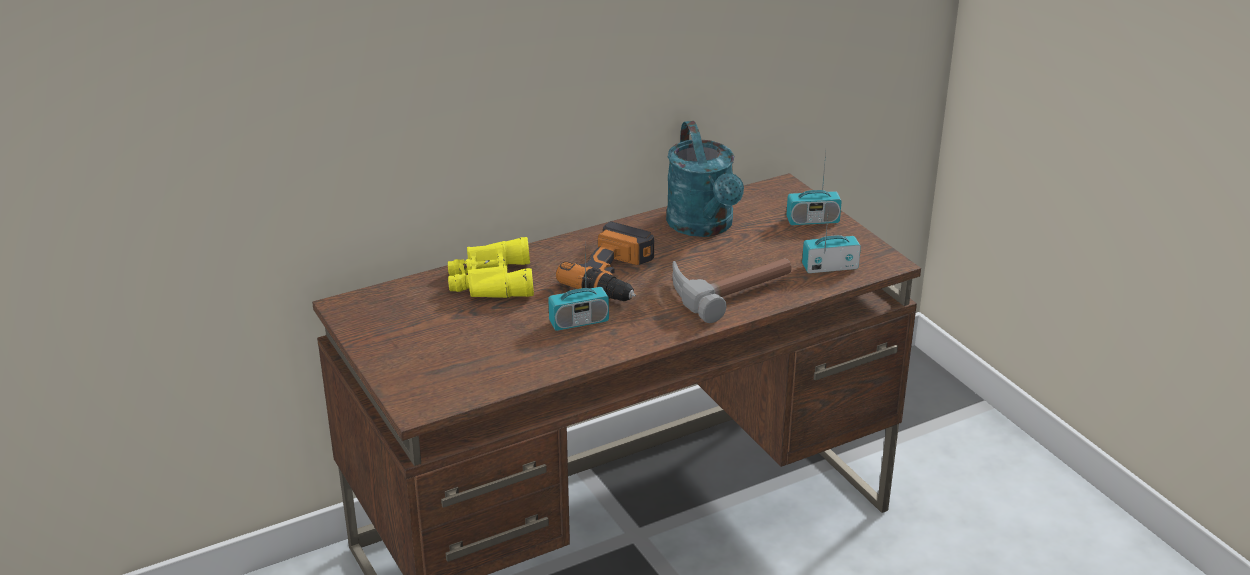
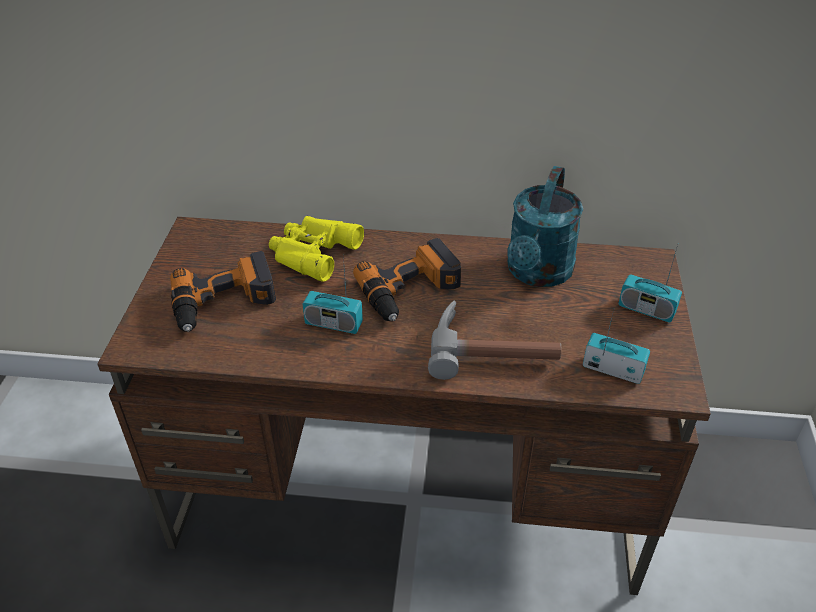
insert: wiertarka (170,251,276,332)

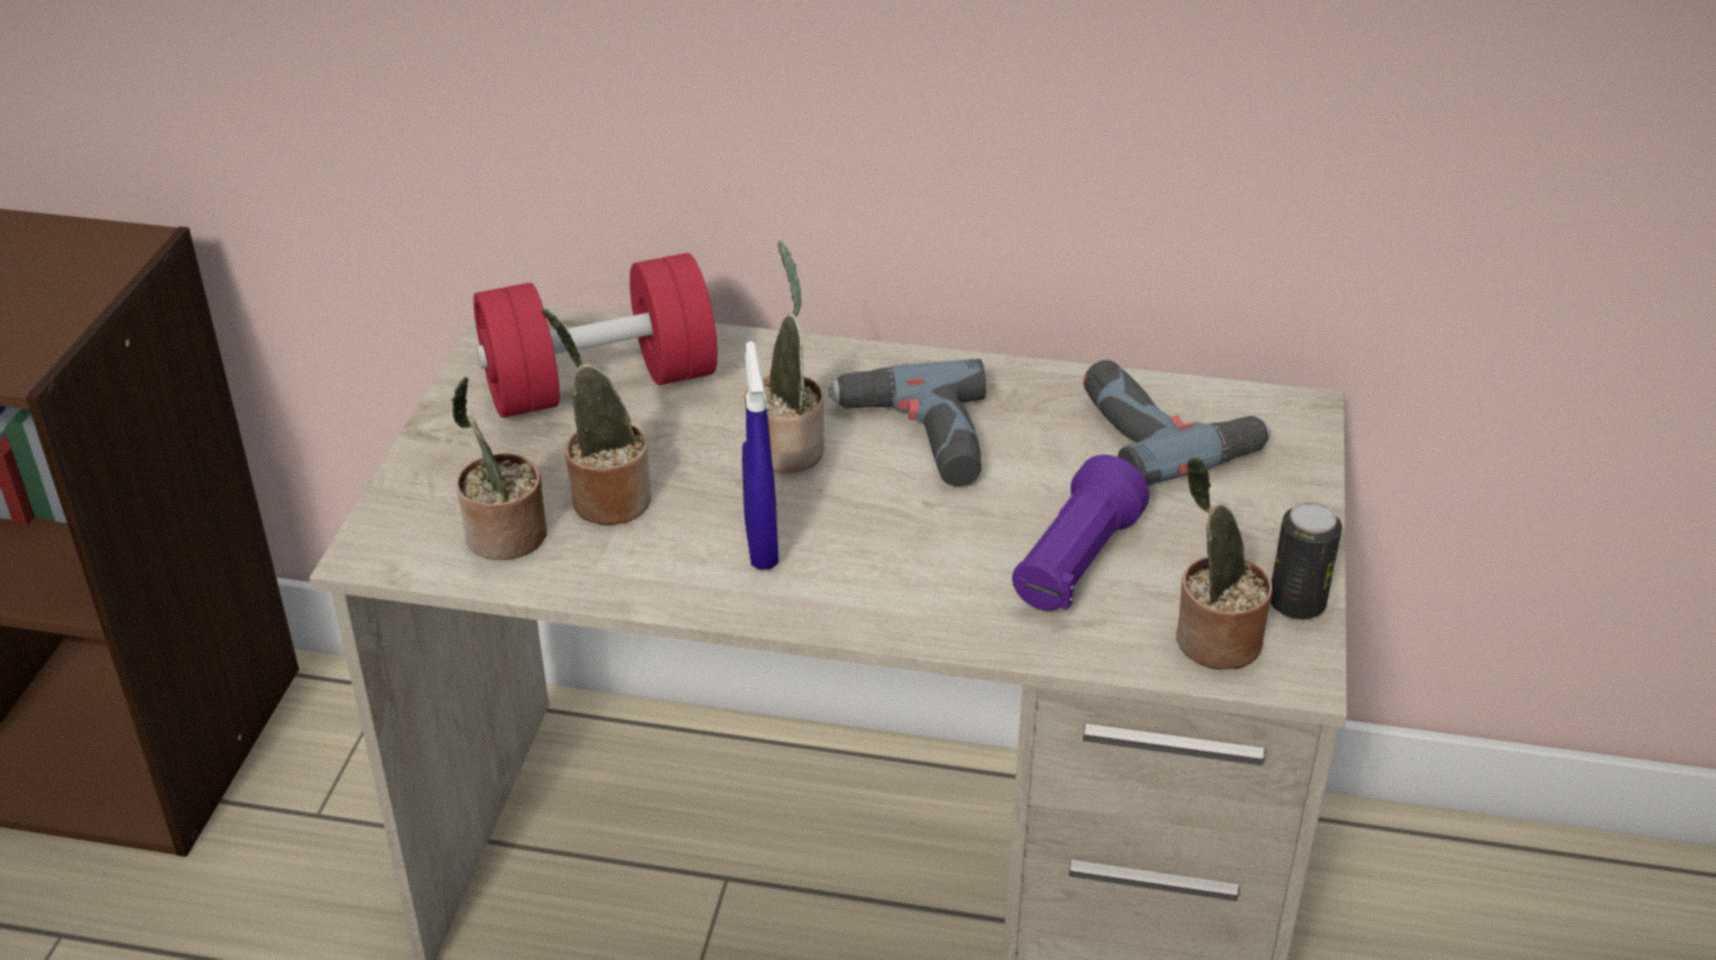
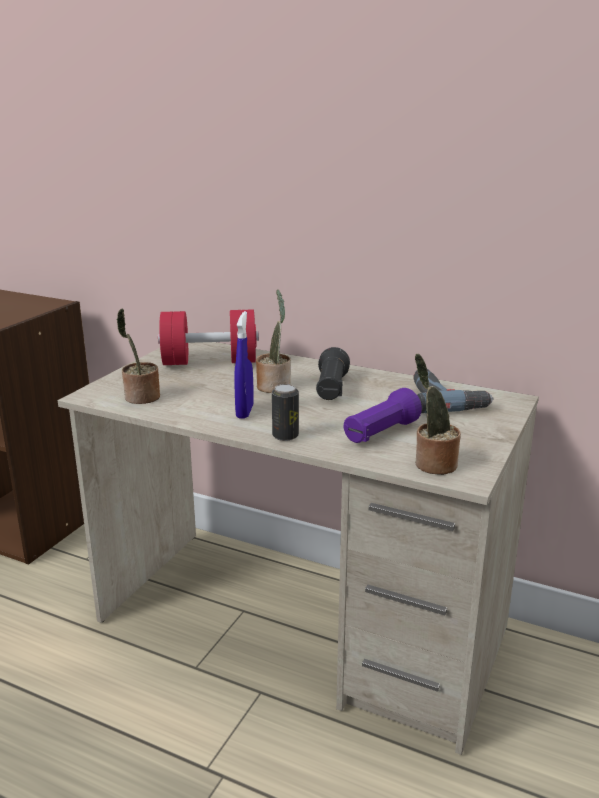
delete: roślina doniczkowa (542,309,651,525)
move: puszka (1270,502,1342,620) to (272,384,299,441)
replace: wiertarka (828,359,986,486) to latarka [czarny] (316,347,350,400)

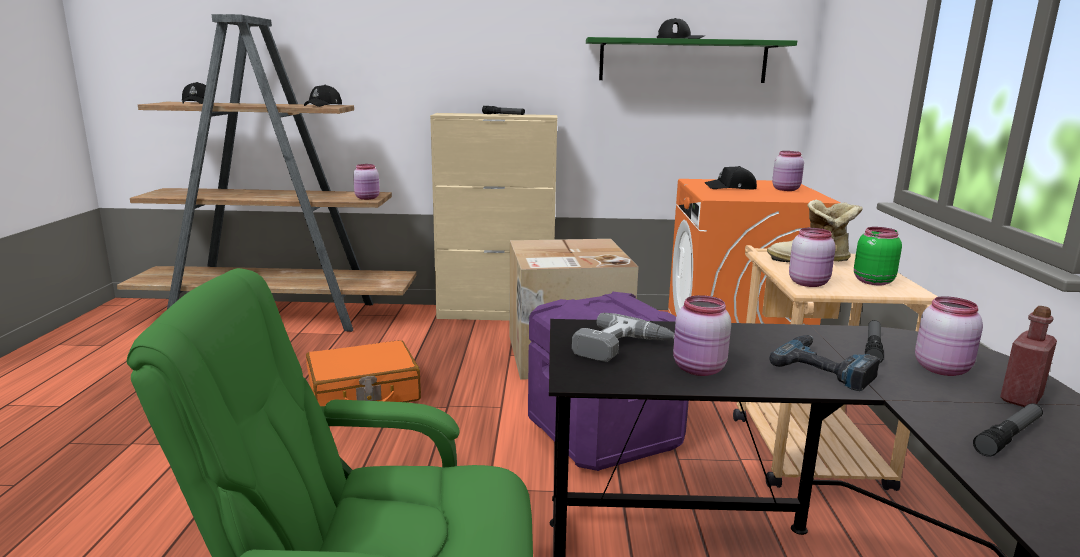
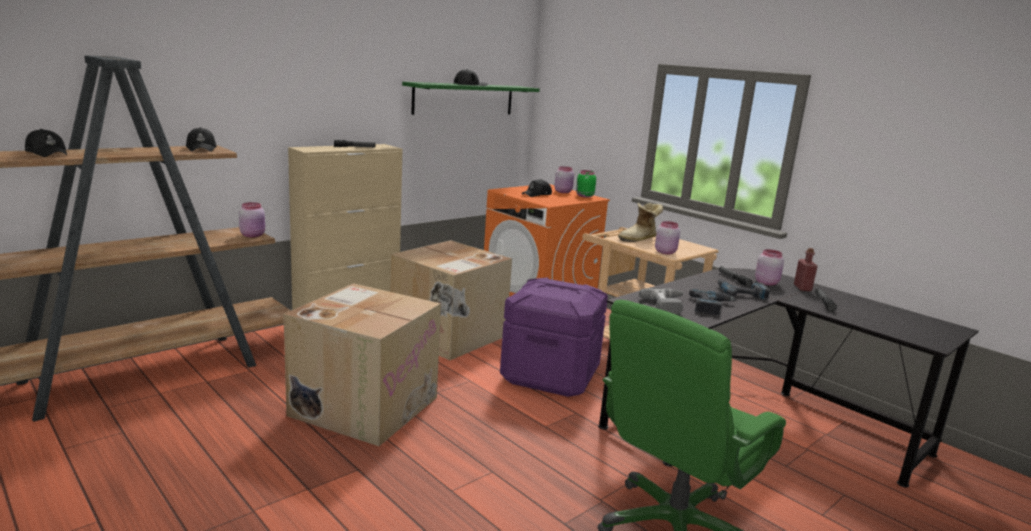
move: słoik [zielony] (854,227,902,285) to (576,170,596,198)
replace: walizka [pomarańczowy] (306,340,421,406) to karton (283,283,441,446); słoik [różowy] (673,295,731,376) to wiertarka (689,289,735,315)

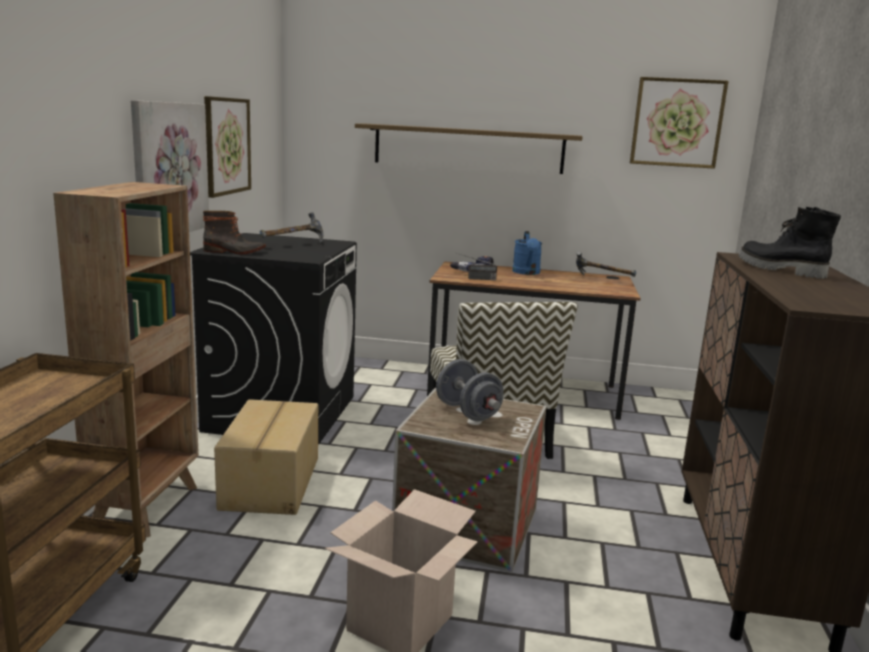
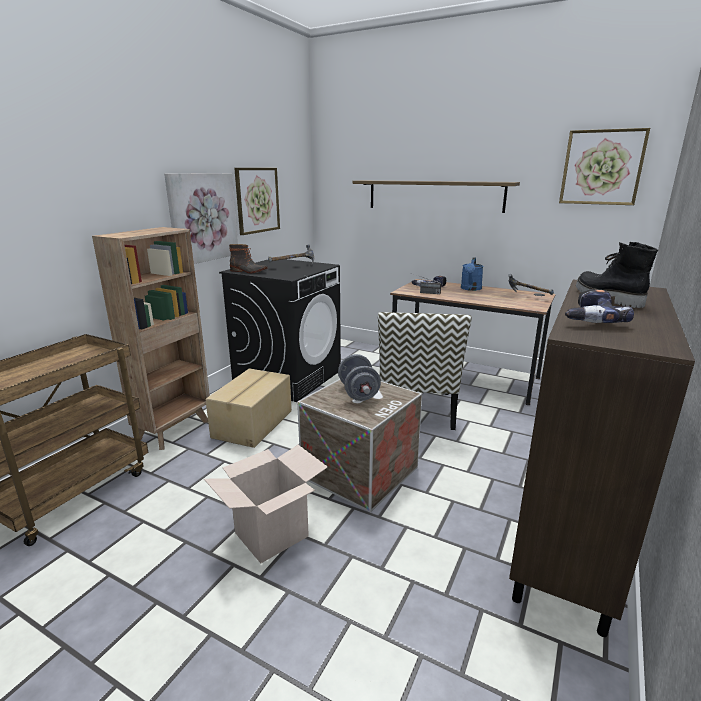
insert: wiertarka (565,289,634,323)

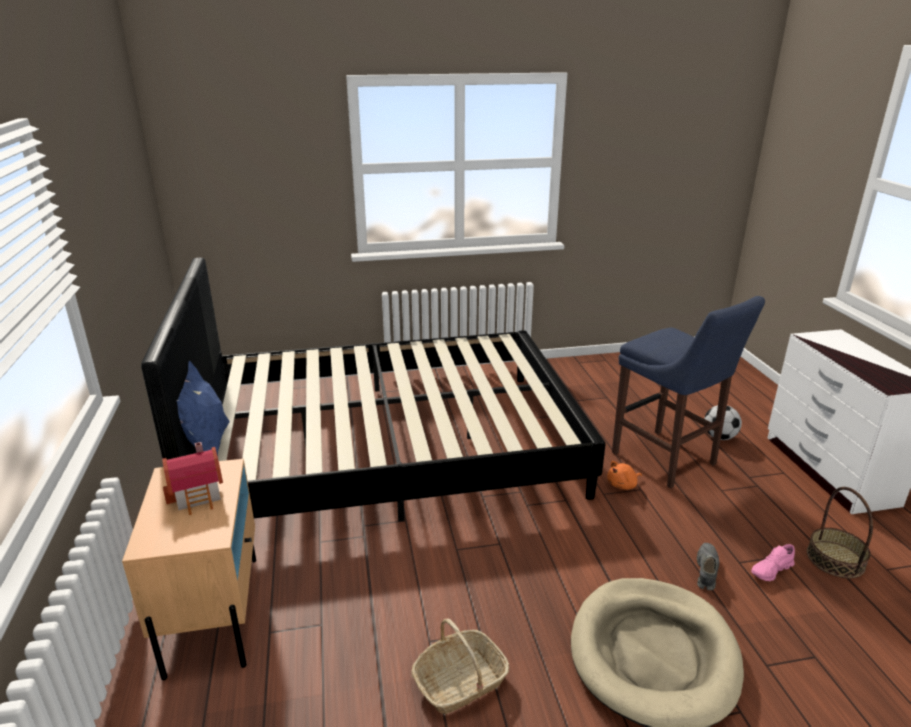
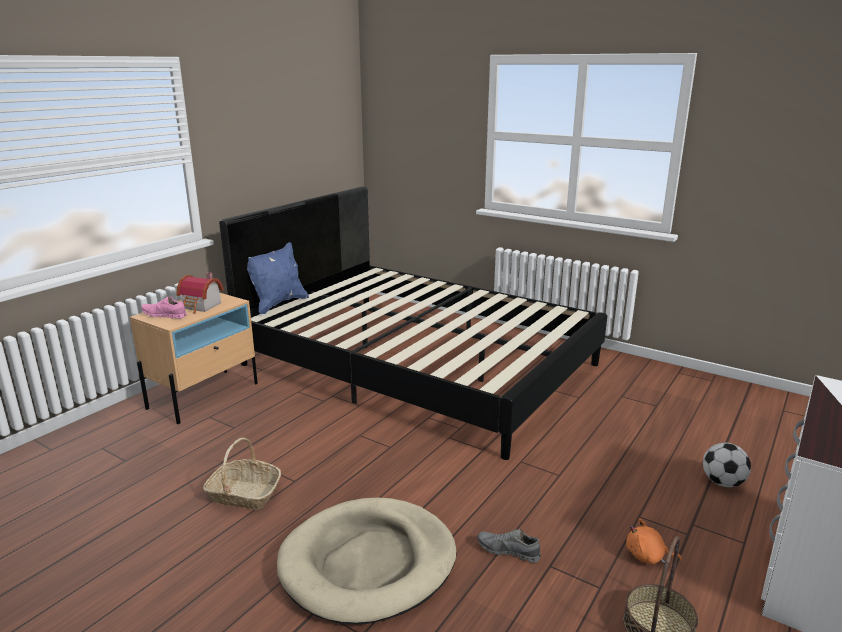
delete: stołek [niebieski] (612,296,765,489)
move: pluszak [pomarańczowy] (607,461,642,490) to (626,518,682,564); but [różowy] (751,544,795,581) to (141,296,187,319)
rotate: but [szary] (697,543,719,590) = (477,529,541,563) 135 degrees counterclockwise

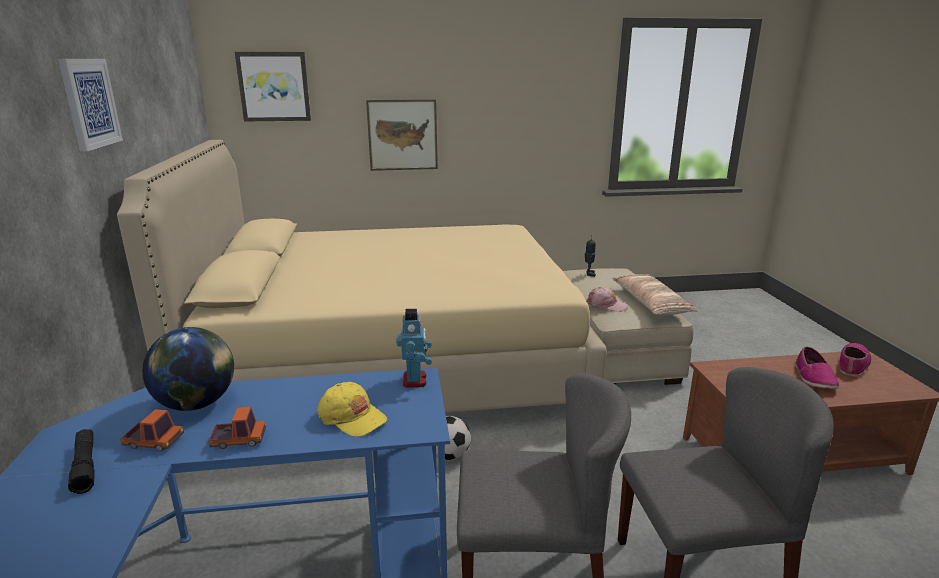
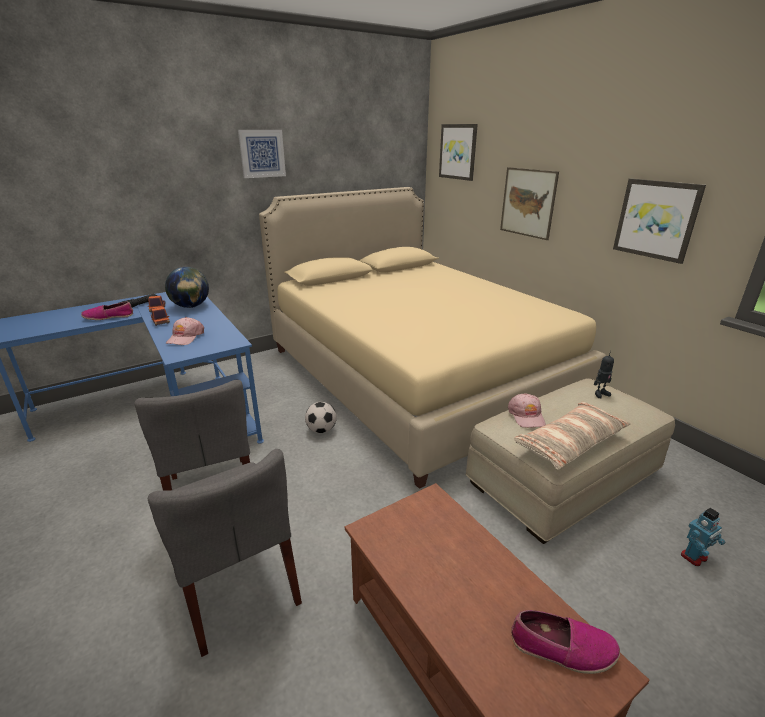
insert: obraz (613,178,706,264)
move: robot zabawkowy (396,309,432,388) to (681,508,725,566); but (795,347,839,389) to (81,302,133,320)
recolor: czapka z daszkiem [żółty] (317,382,387,437) to czapka z daszkiem [różowy] (166,317,204,345)

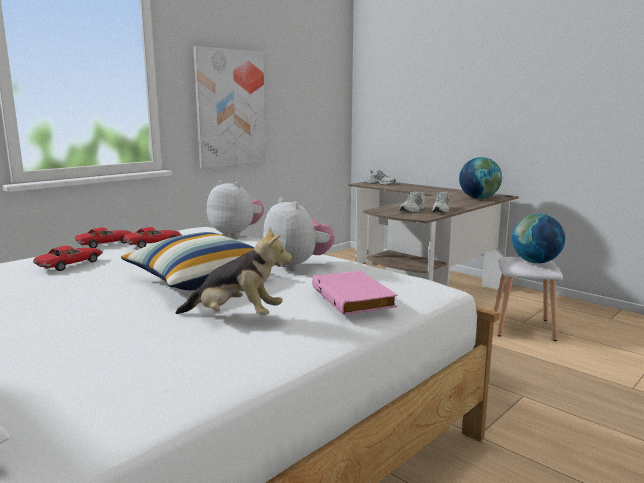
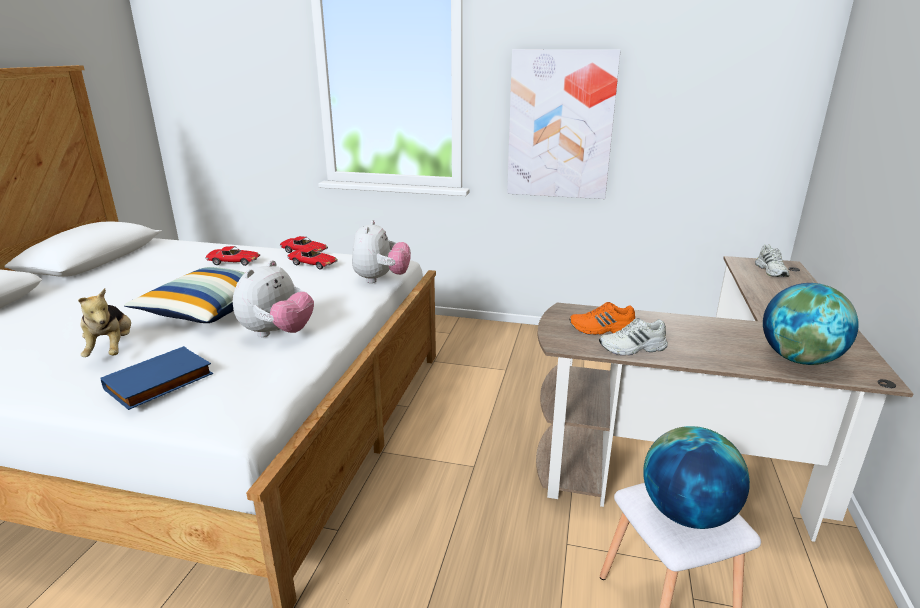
recolor: książka [różowy] (312,271,397,316) to książka [niebieski] (100,346,213,410); but [biały] (399,191,427,213) to but [pomarańczowy] (570,302,635,335)

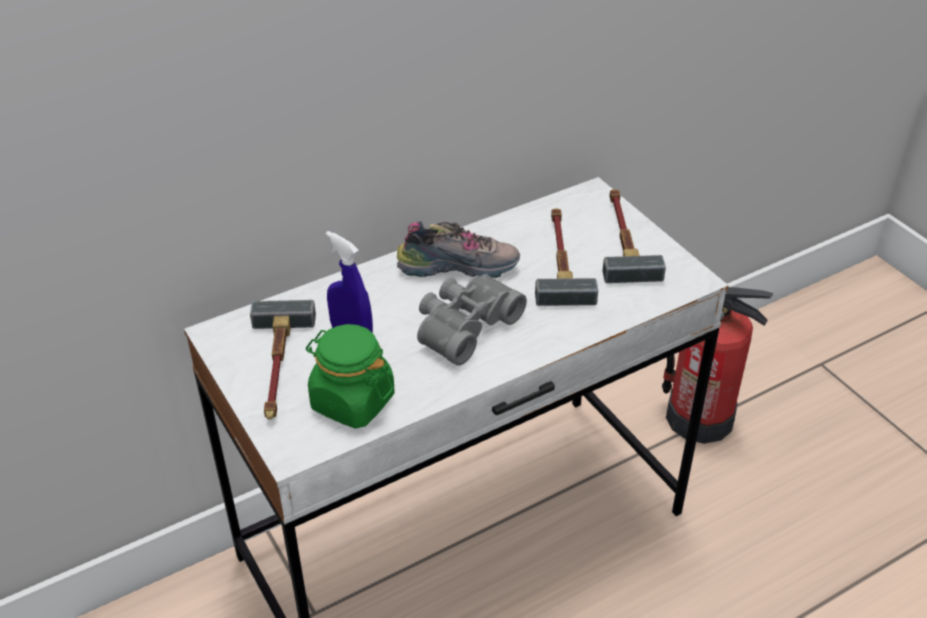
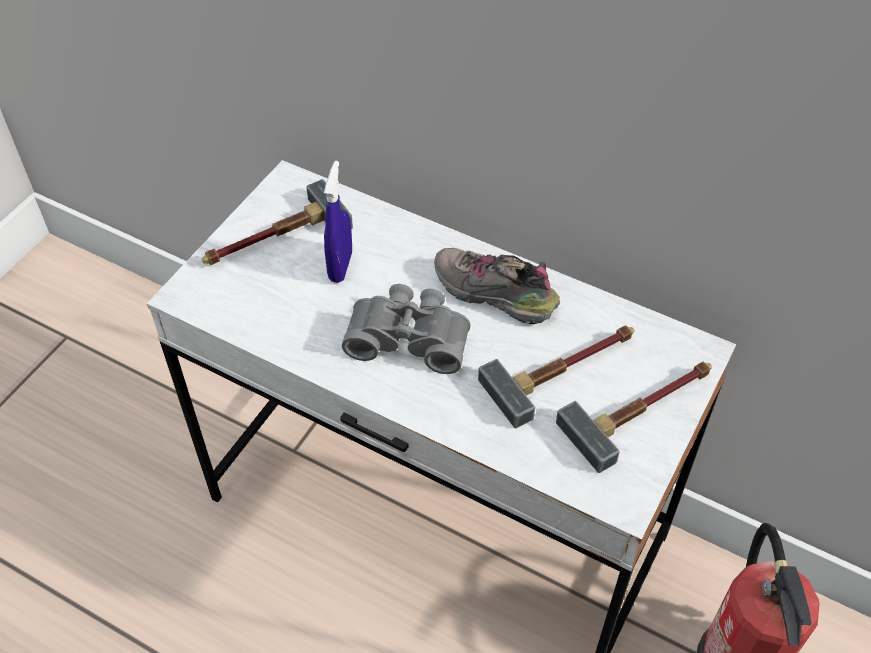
delete: słoik [zielony] (306,324,395,429)
rotate: but (397,221,520,278) = (434,248,560,324) 150 degrees clockwise

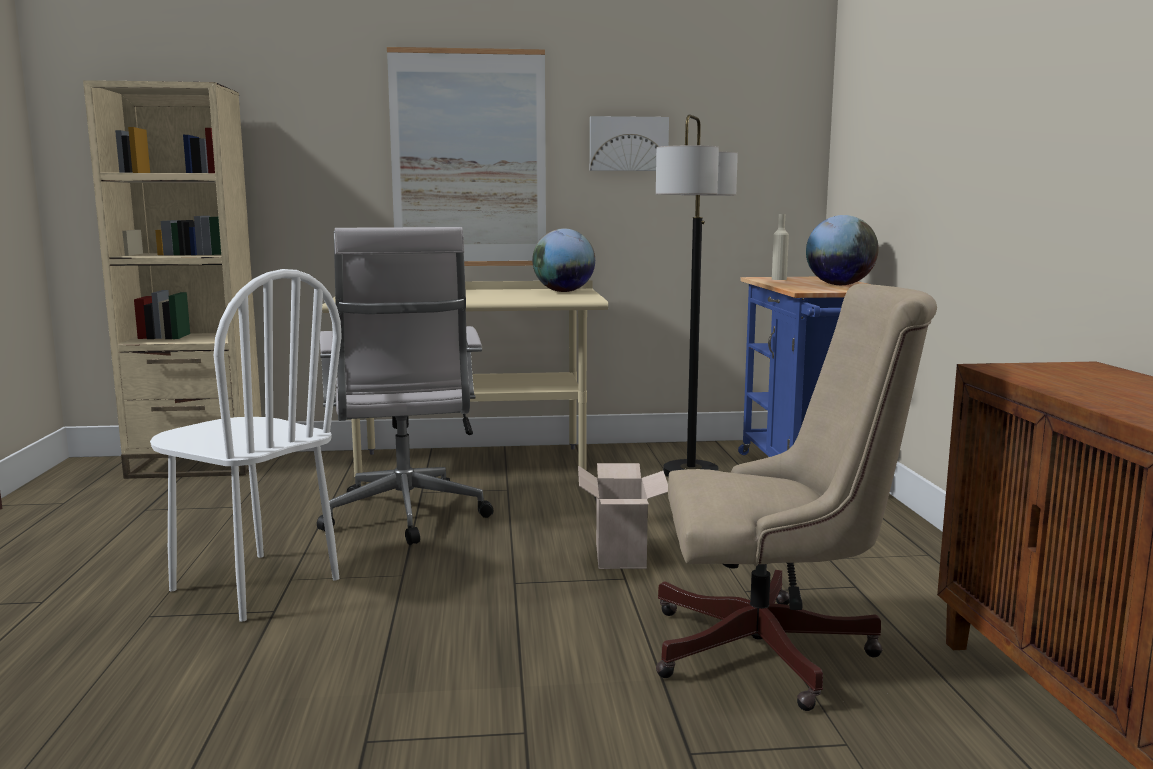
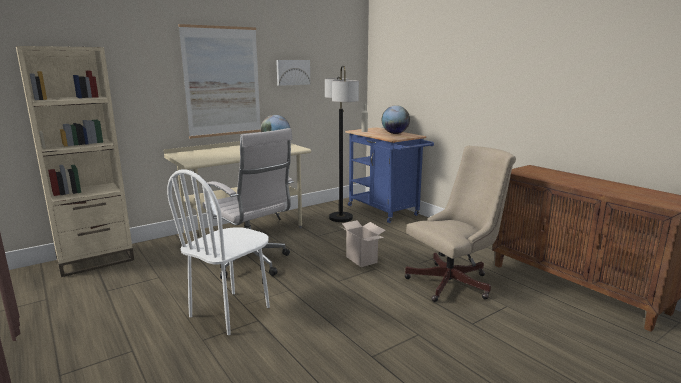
rotate: krzesło [biały] (150,269,342,622) = (167,169,270,335) 120 degrees clockwise

